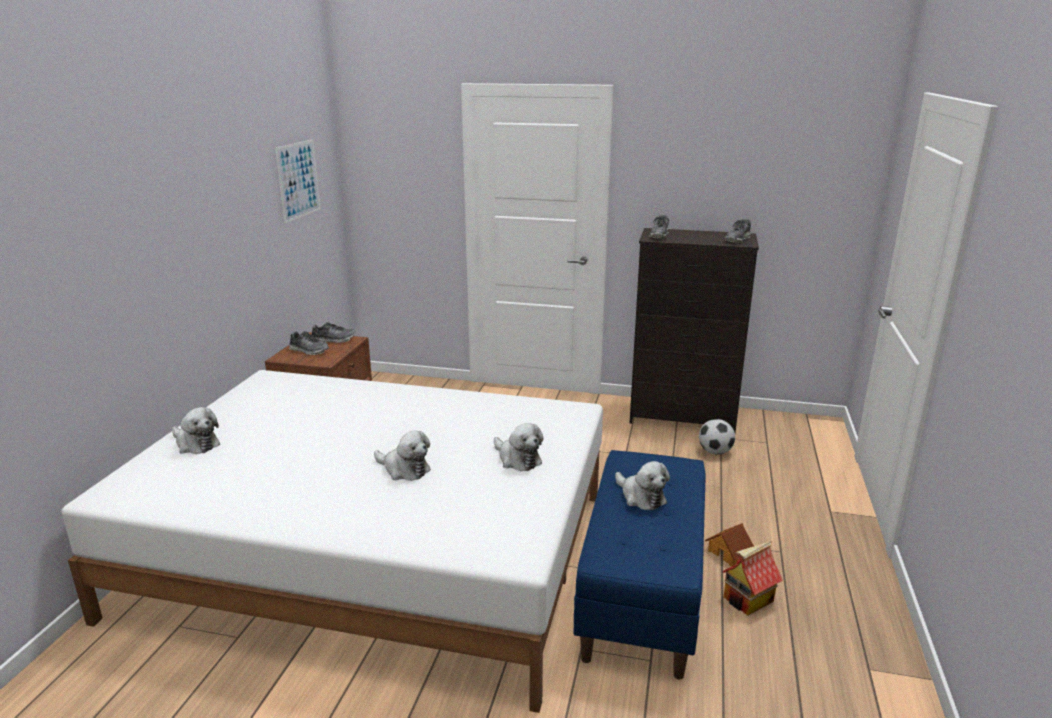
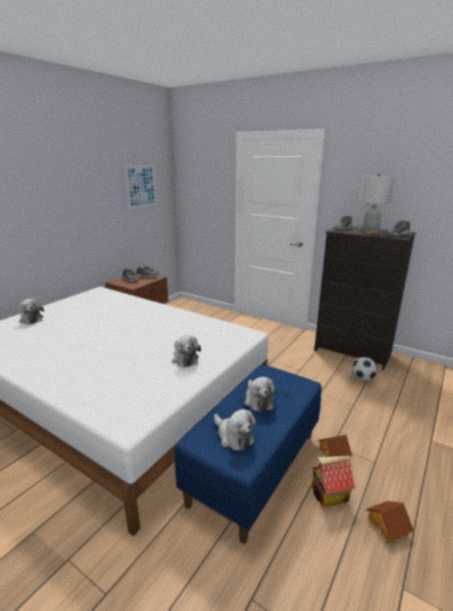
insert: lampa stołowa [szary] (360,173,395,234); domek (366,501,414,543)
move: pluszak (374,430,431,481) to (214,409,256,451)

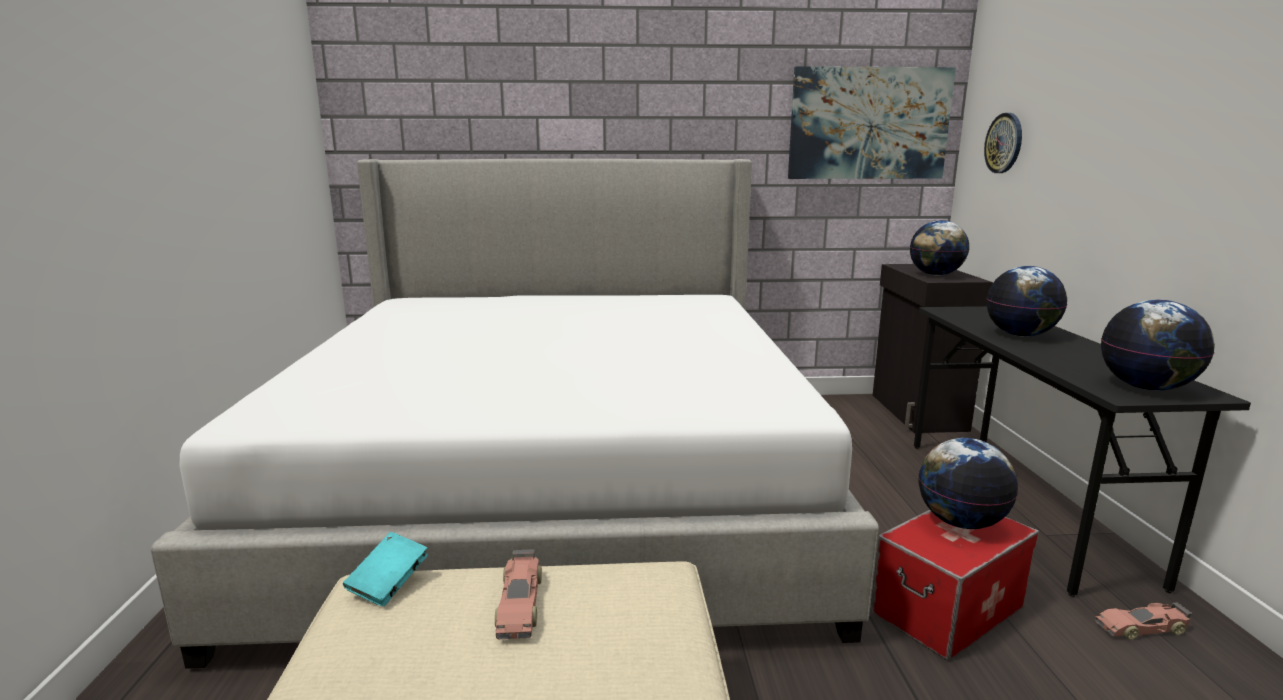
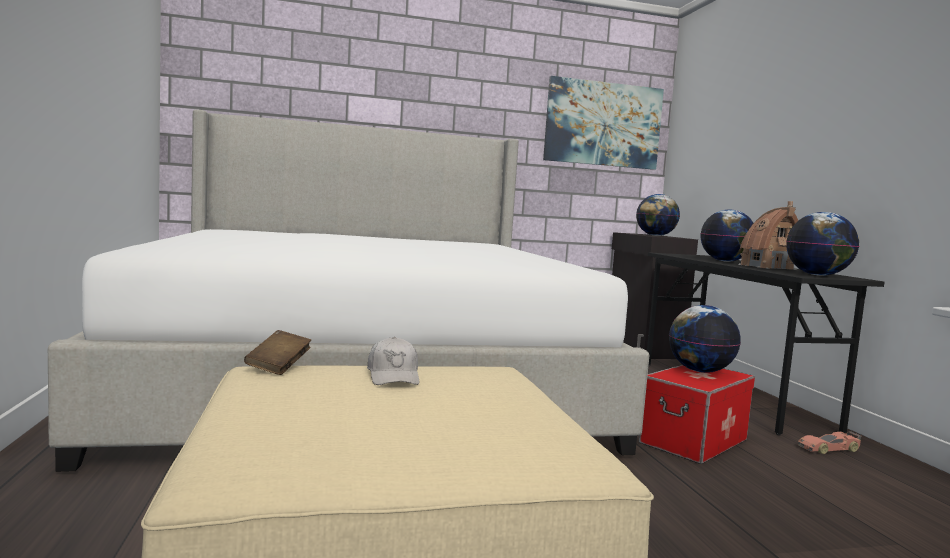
delete: zegar ścienny (984,113,1022,173)
insert: domek (738,201,799,270)
replace: samochodzik (495,549,542,639) to czapka z daszkiem [biały] (367,337,419,385)
recolor: książka [turkusowy] (343,532,428,606) to książka [brązowy] (244,330,311,375)

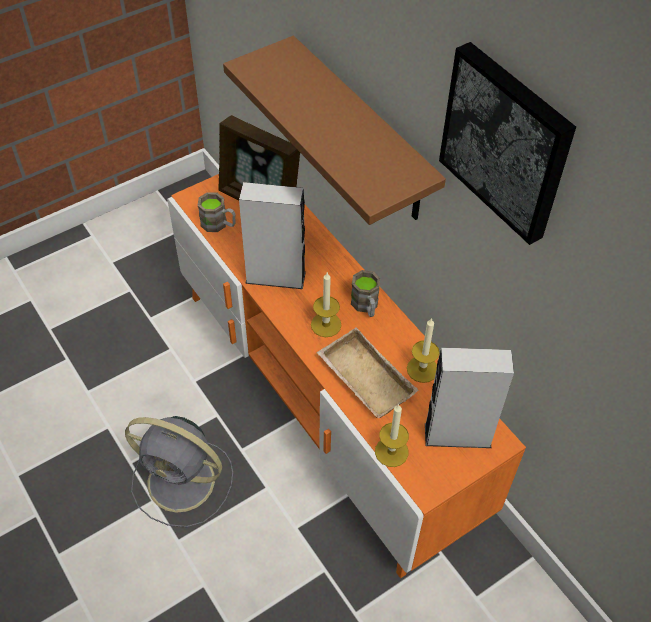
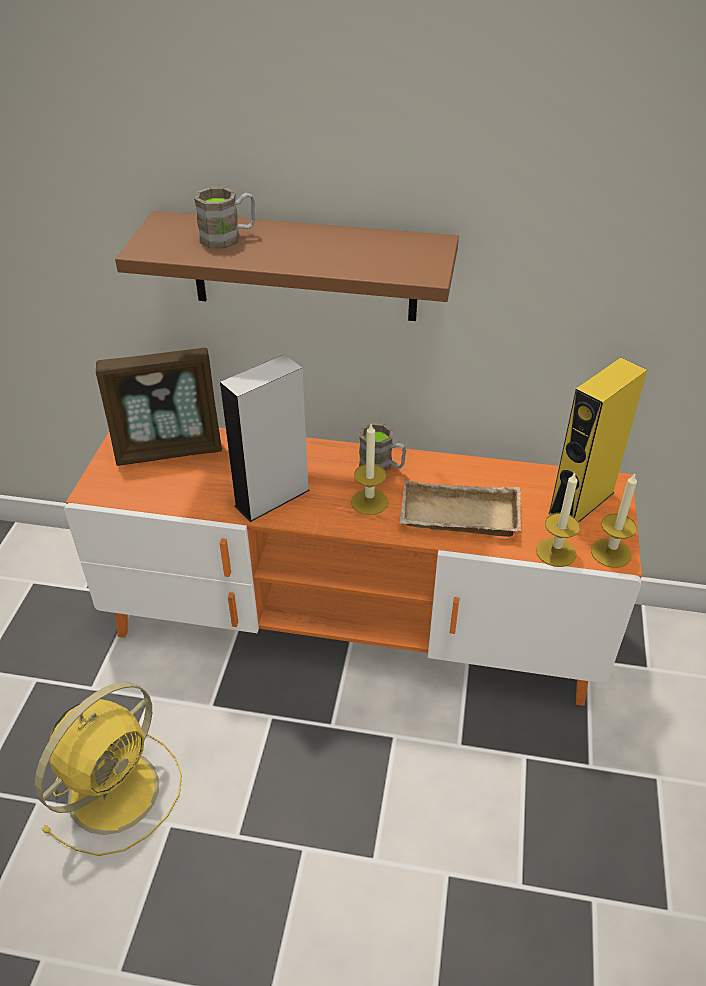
delete: wentylator [szary] (125,416,233,527); obraz (439,42,576,245)
insert: wentylator [żółty] (35,682,182,856)
move: kubek [brązowy] (198,192,236,232) to (194,187,255,248); świeca (407,318,440,383) to (591,473,637,568)
recolor: głośnik [szary] (425,348,514,448) to głośnik [żółty] (548,357,647,522)

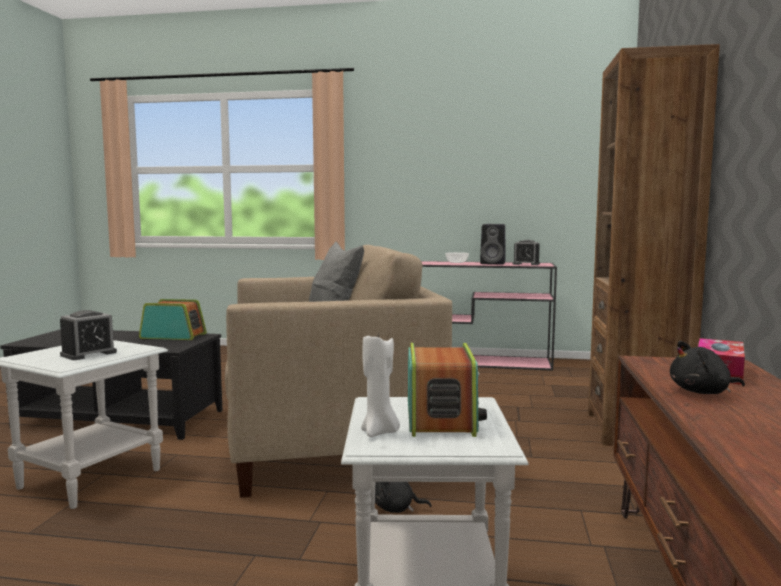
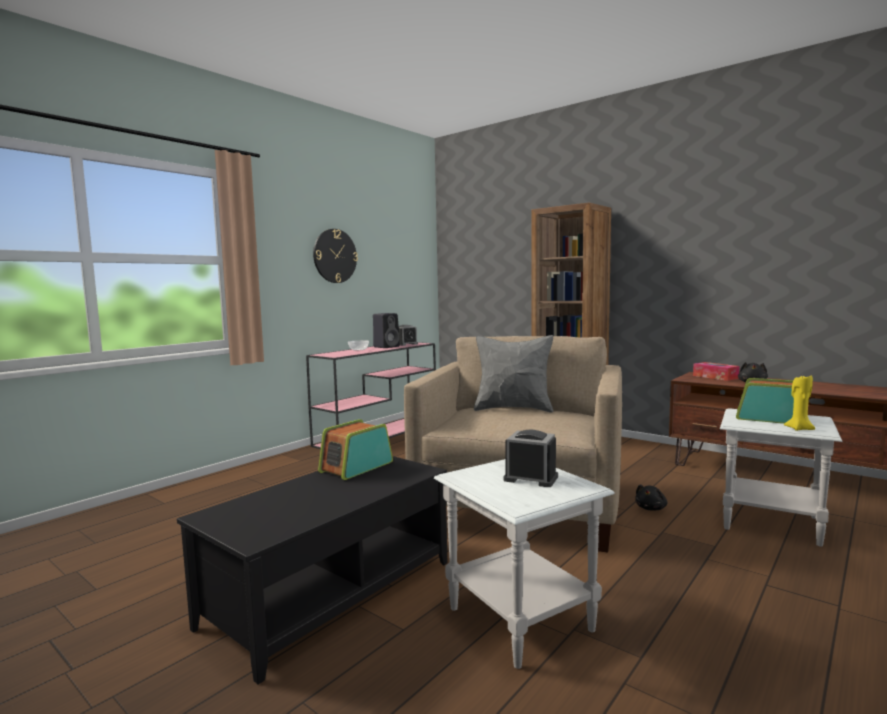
insert: zegar ścienny (313,229,358,283)
recolor: świeca [biały] (361,335,400,437) to świeca [żółty] (784,375,815,431)
rotate: budzik (60,310,117,360) = (503,430,558,487) 45 degrees counterclockwise

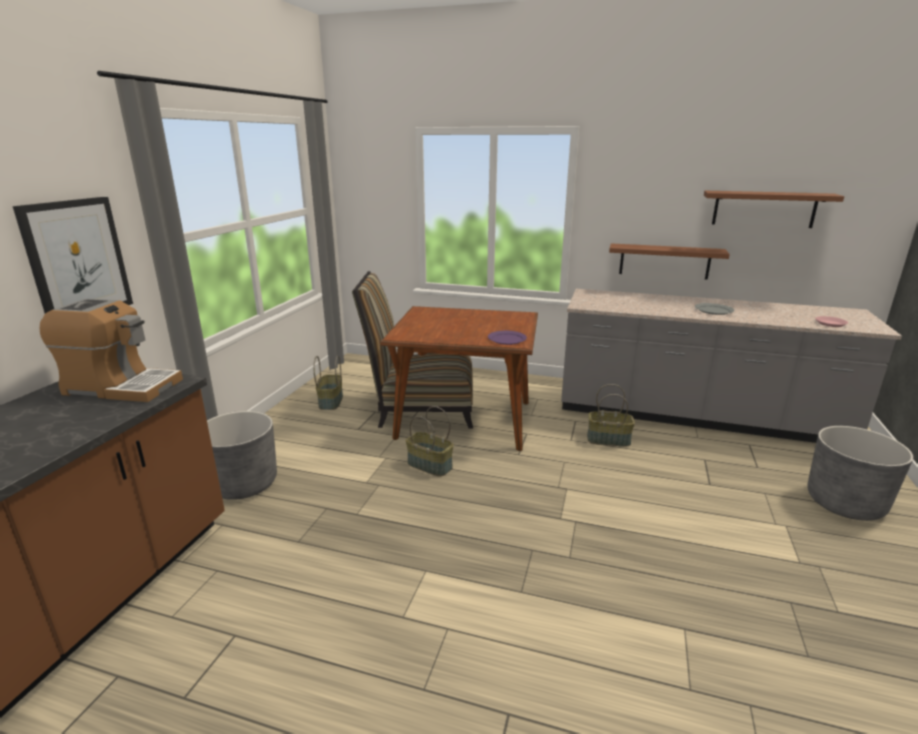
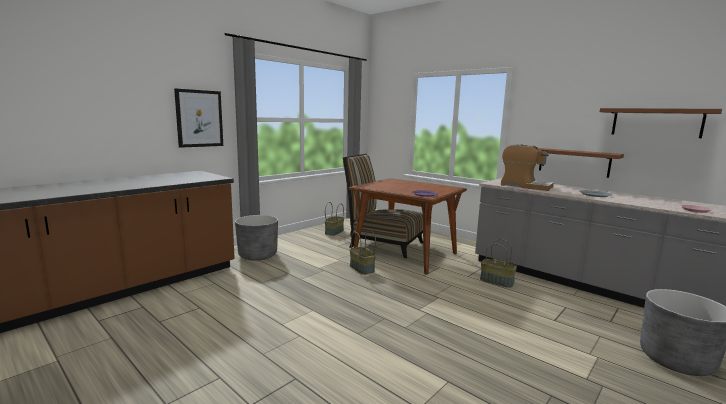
move: ekspres do kawy (40,299,183,402) to (501,144,554,191)

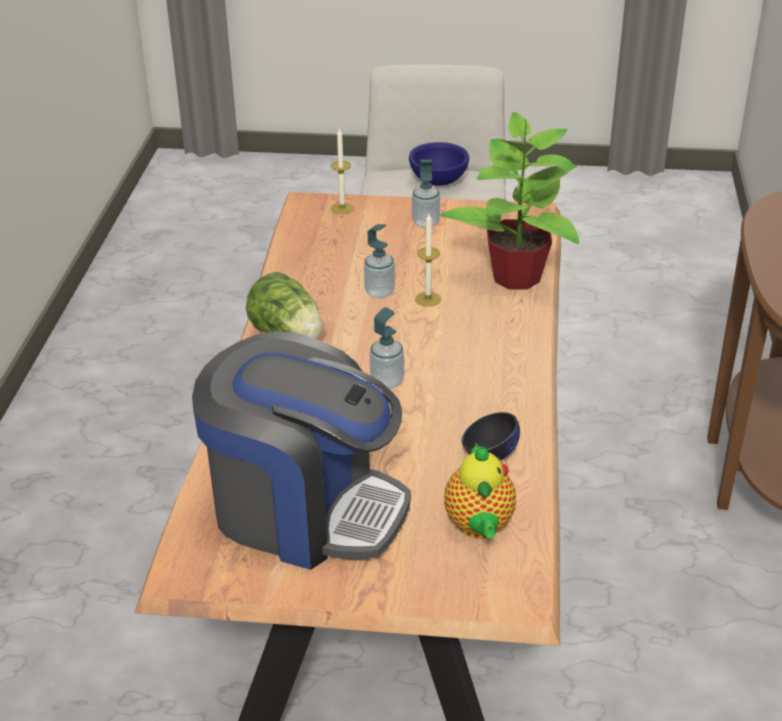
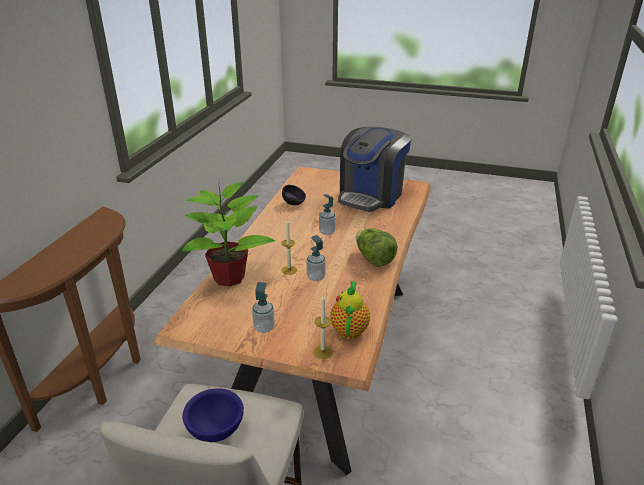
move: imbryk (444,443,516,539) to (330,281,370,339)
rotate: ekspres do kawy (192,332,411,570) = (338,127,412,212) 90 degrees counterclockwise

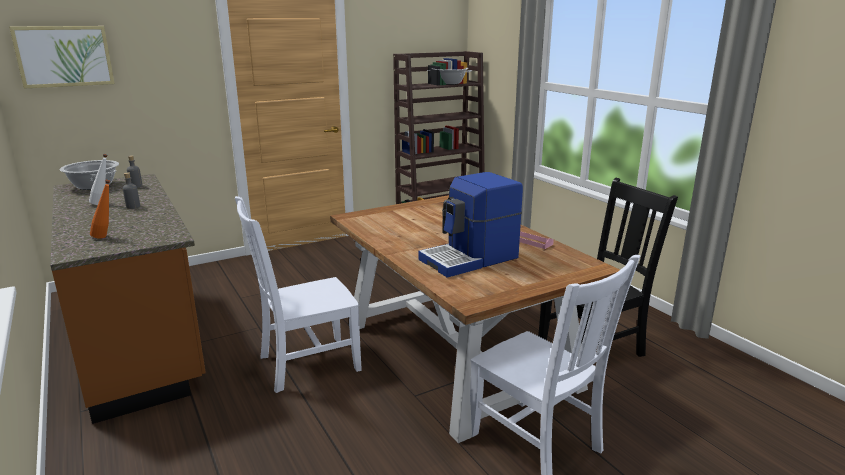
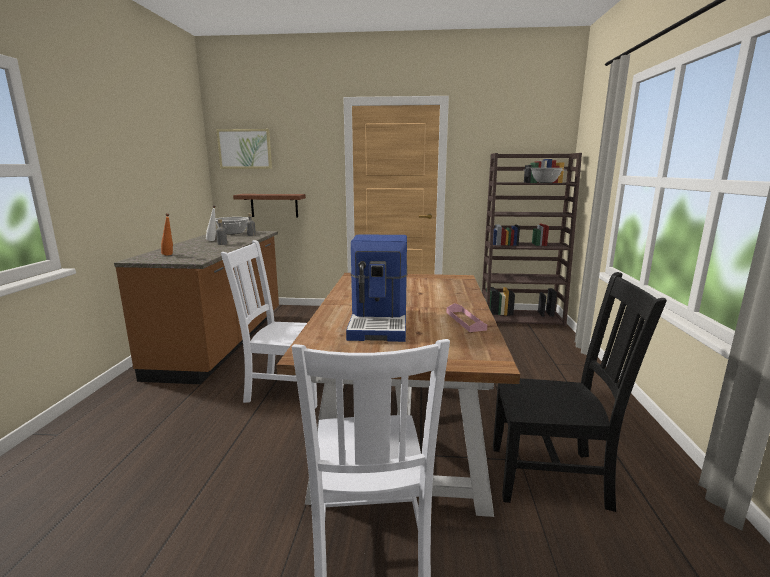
insert: półka [brązowy] (233,194,306,218)
rotate: ekspres do kawy (418,172,523,278) = (346,234,407,342) 90 degrees counterclockwise

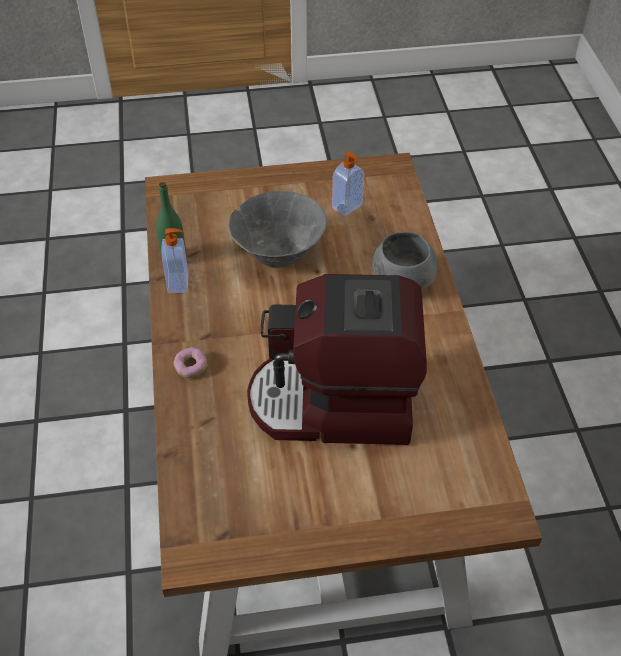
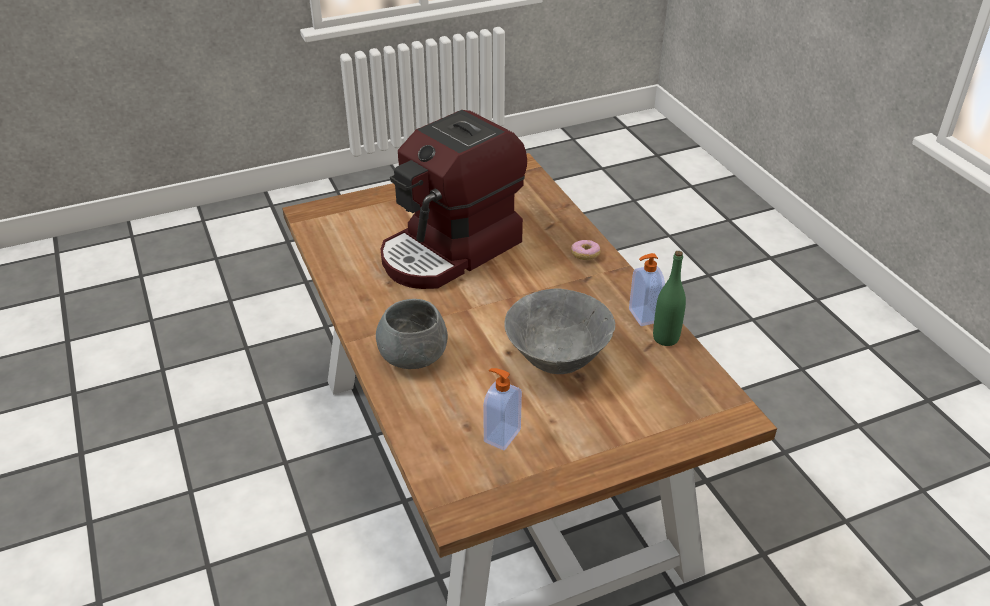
rotate: ekspres do kawy (247,274,427,445) = (381,110,527,289) 150 degrees clockwise

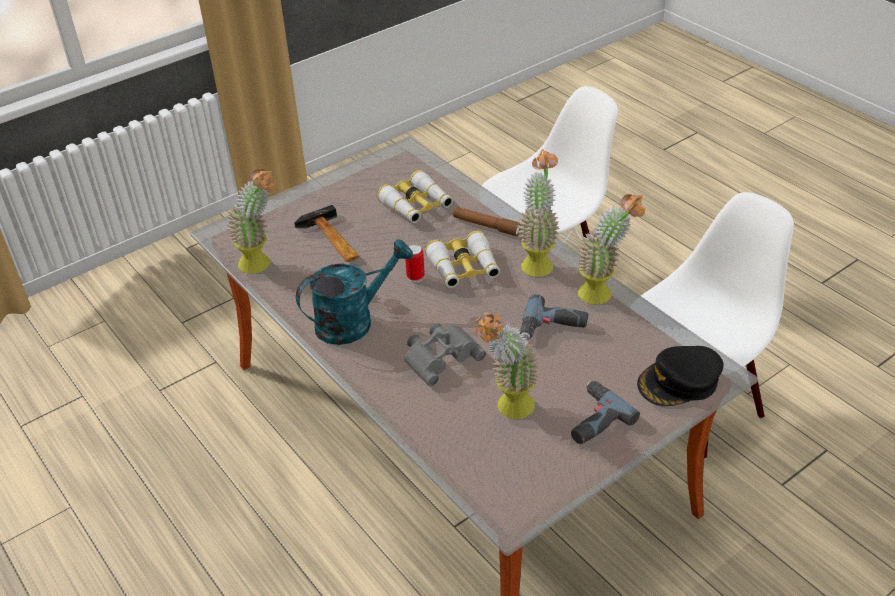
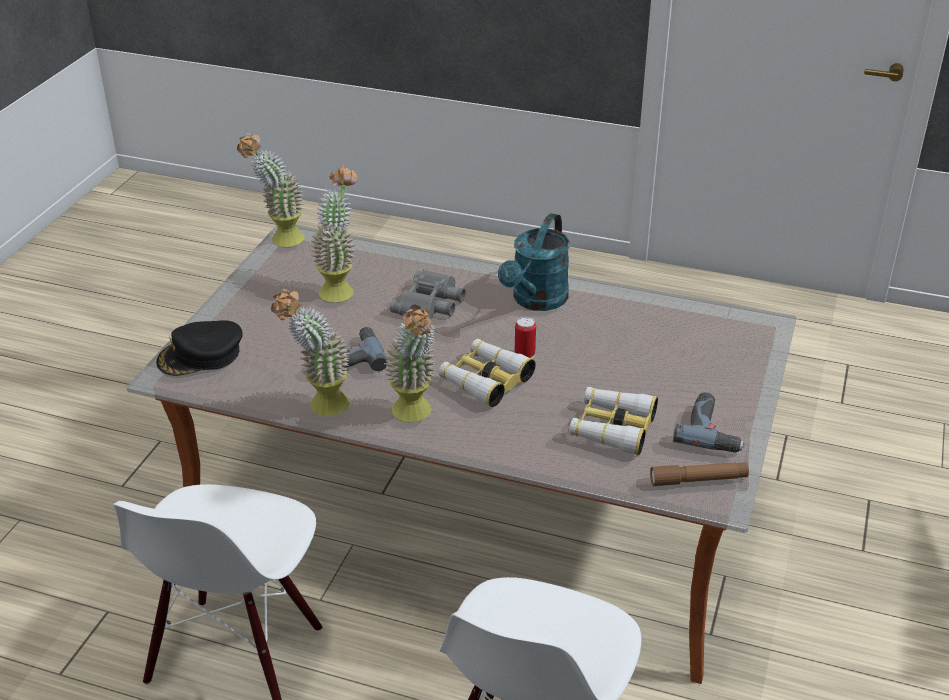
delete: młotek (294,205,359,262)
move: roślina doniczkowa (226,169,275,274) to (237,133,304,247); latarka [brązowy] (453,207,521,236) to (650,462,749,486); wiertarka (571,381,640,444) to (673,392,745,452)
rotate: czapka z daszkiem [czarny] (637,346,724,406) = (156,320,243,376) 150 degrees counterclockwise

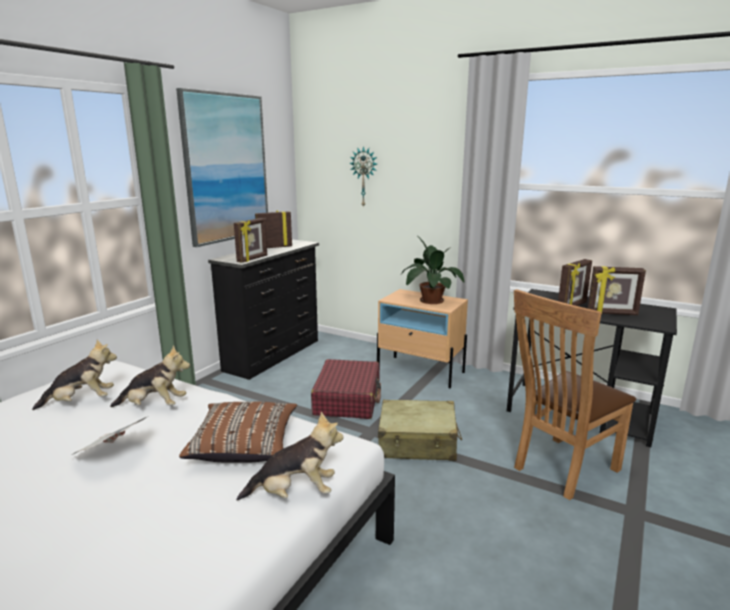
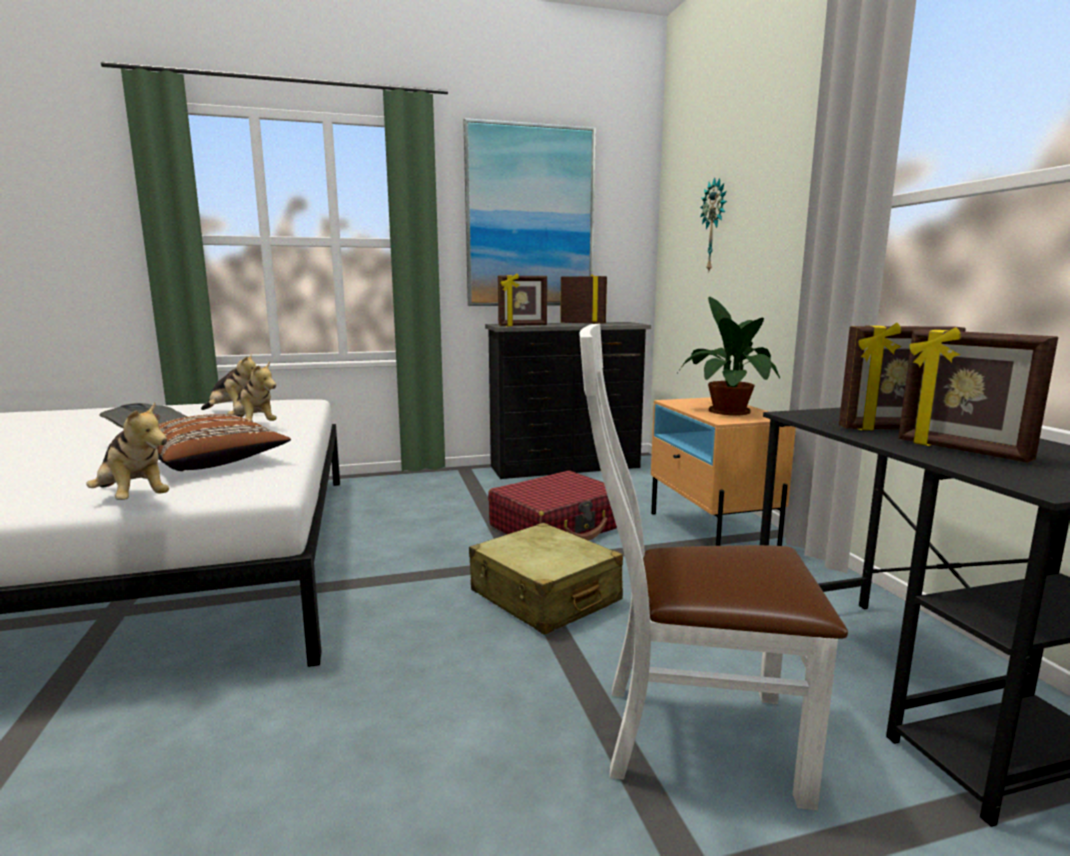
recolor: krzesło [brązowy] (514,289,636,500) to krzesło [biały] (579,324,848,810)

